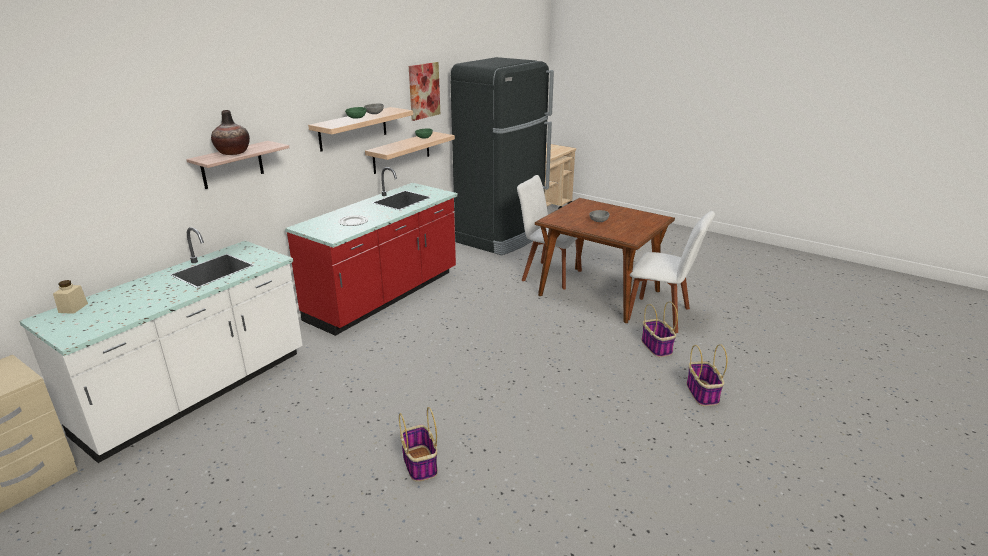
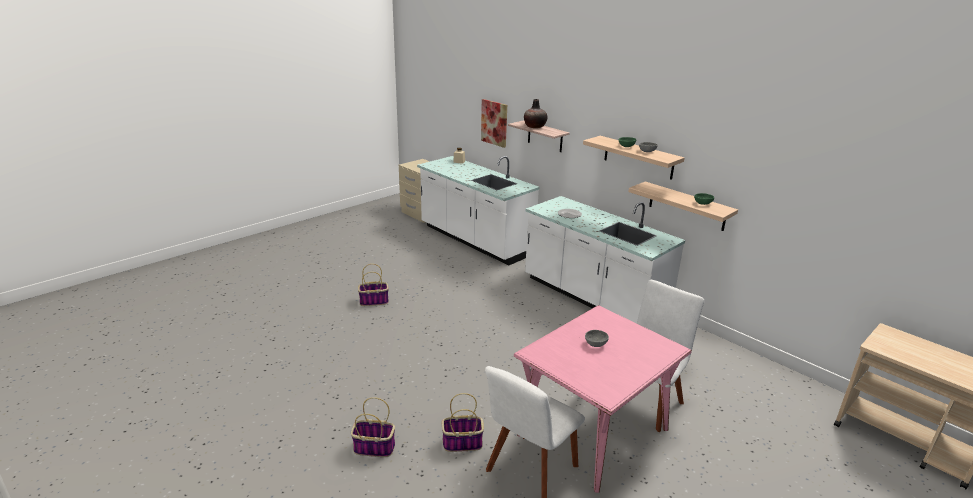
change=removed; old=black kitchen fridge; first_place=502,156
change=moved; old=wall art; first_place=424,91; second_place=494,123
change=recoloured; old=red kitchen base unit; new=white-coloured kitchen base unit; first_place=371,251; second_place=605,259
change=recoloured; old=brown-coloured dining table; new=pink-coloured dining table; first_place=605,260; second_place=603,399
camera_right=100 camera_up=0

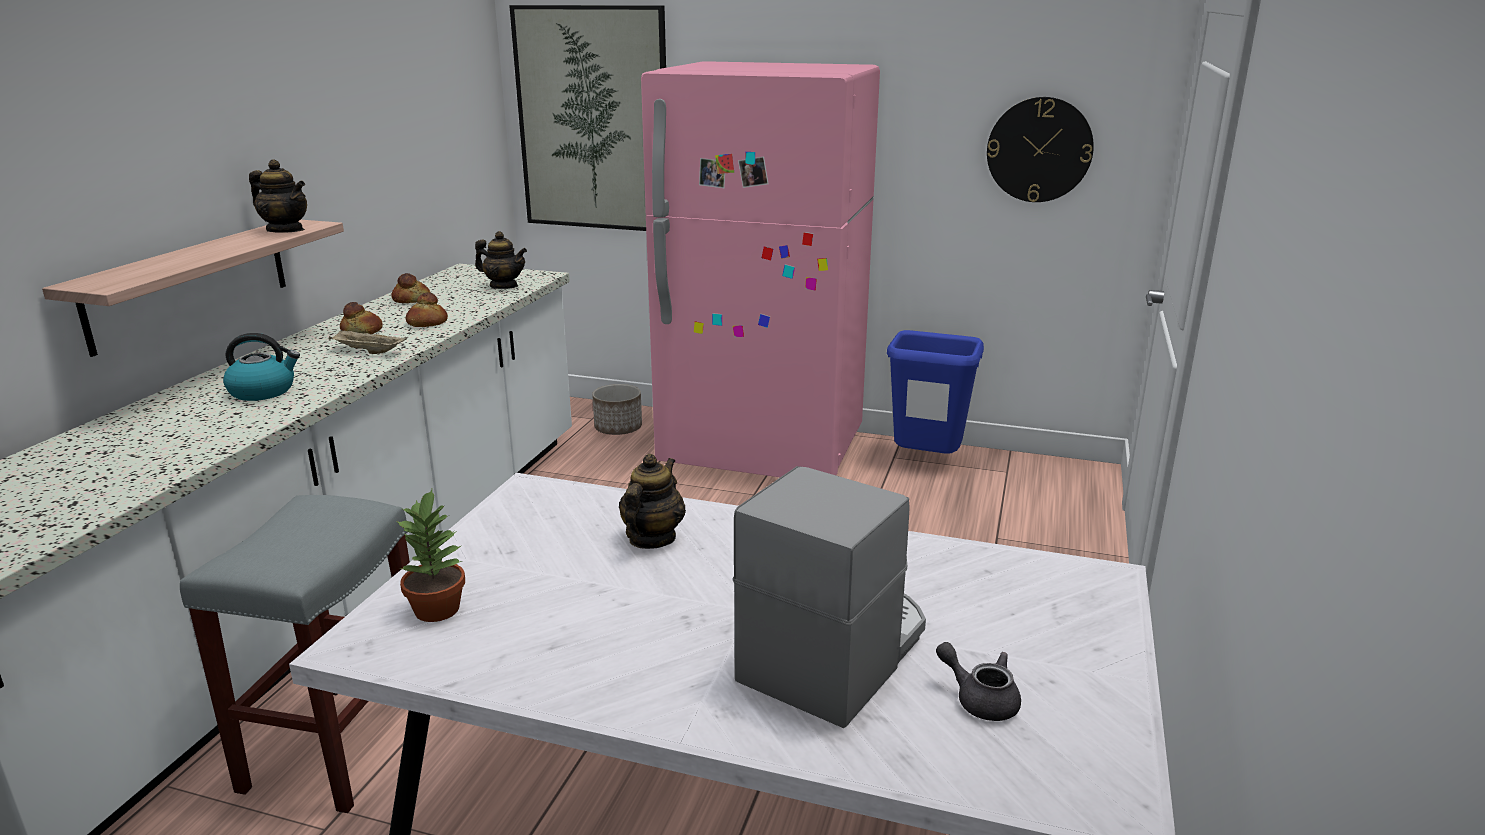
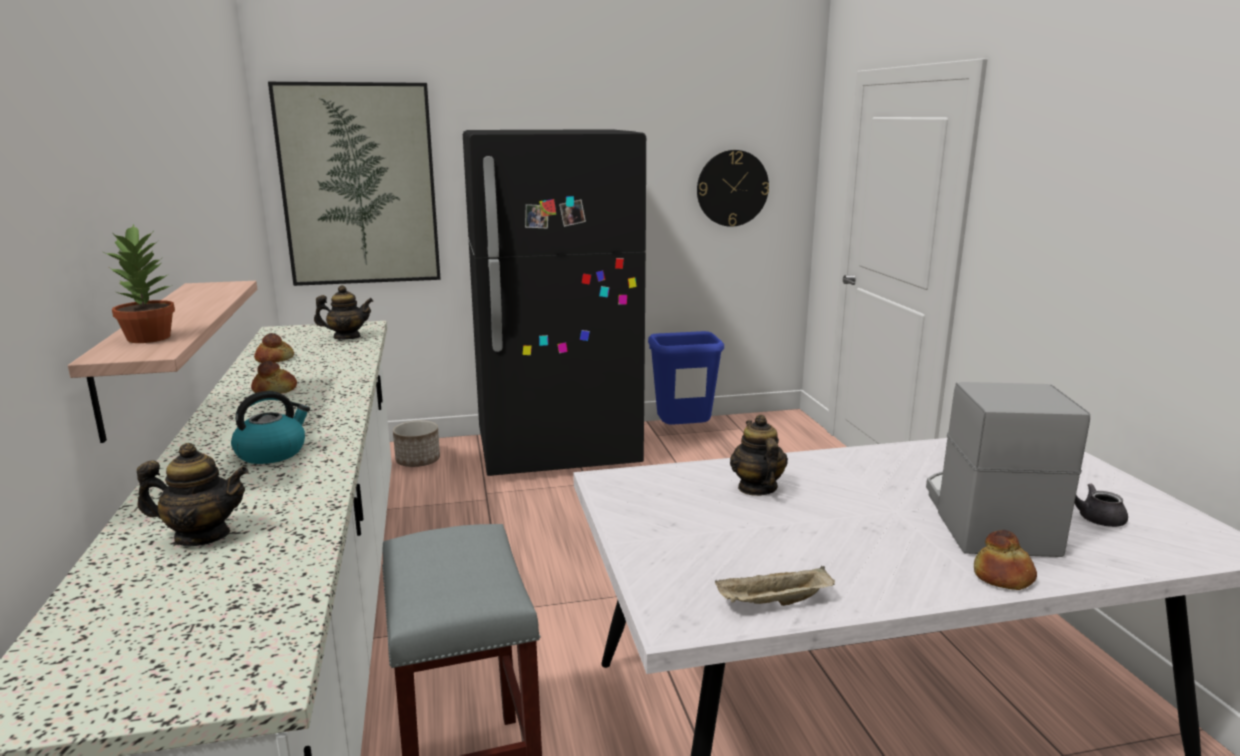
change=moved; old=teapot; first_place=278,196; second_place=193,494
change=moved; old=beige-coloured tray; first_place=367,342; second_place=775,586
change=moved; old=potted plant; first_place=430,555; second_place=139,283
change=moved; old=baked bread; first_place=427,309; second_place=1005,560
change=recoloured; old=pink-coloured kitchen fridge; new=black kitchen fridge; first_place=760,269; second_place=554,302
camera_right=-30 camera_up=-5

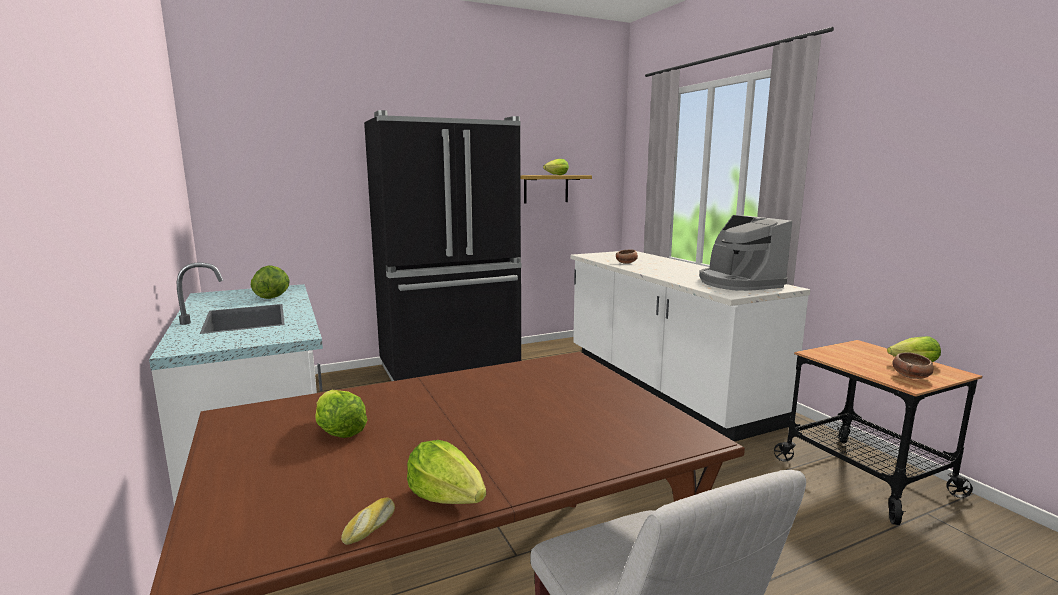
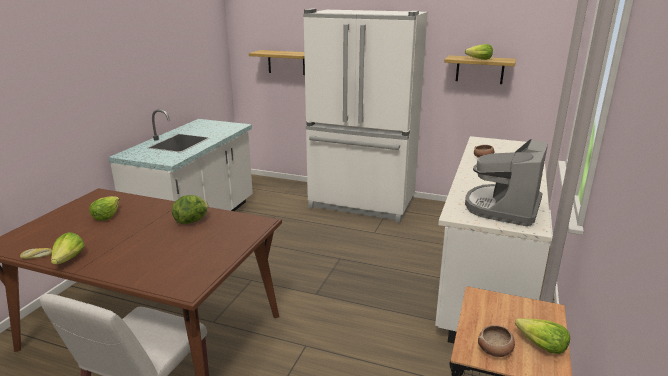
change=added; new=wall shelf; second_place=277,62
change=moved; old=head of lettuce; first_place=270,282; second_place=190,209
change=recoloured; old=black kitchen fridge; new=white-coloured kitchen fridge; first_place=442,245; second_place=365,116
camera_right=45 camera_up=10

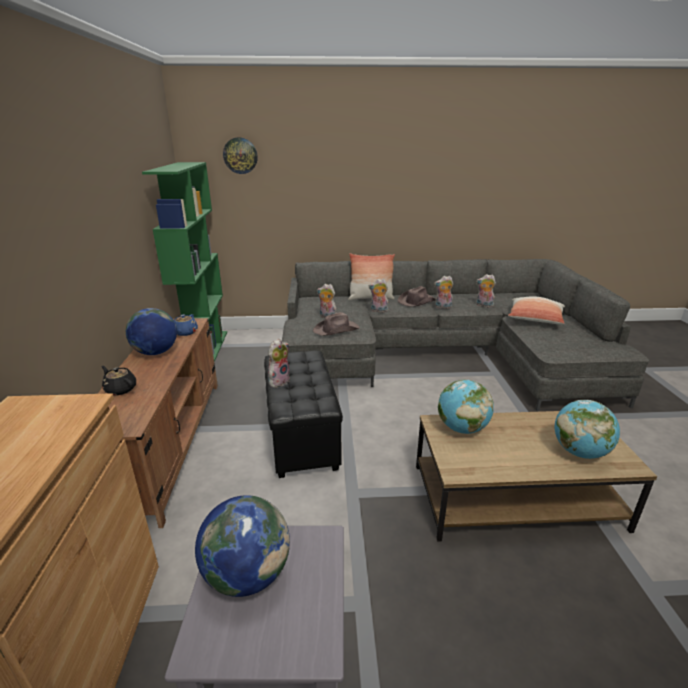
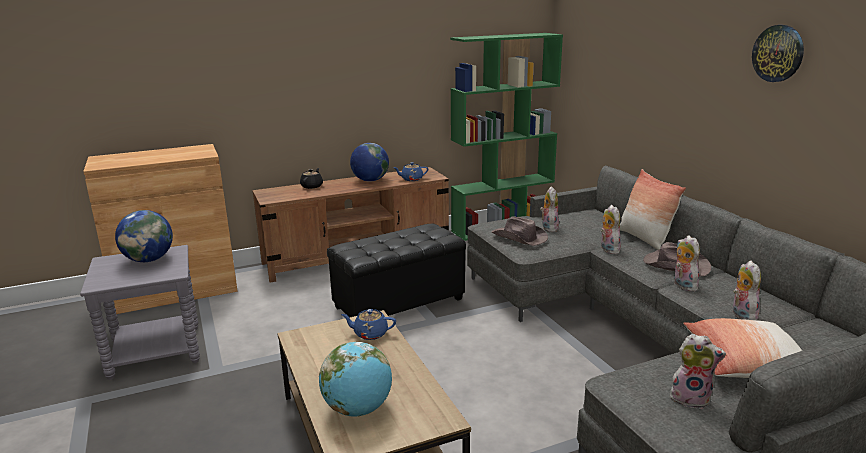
change=moved; old=hanging clock; first_place=240,155; second_place=778,53
change=moved; old=cuddly toy; first_place=279,363; second_place=698,371
change=replaced; old=world globe; new=bluish teapot; first_place=466,406; second_place=368,324
camera_right=70 camera_up=-5

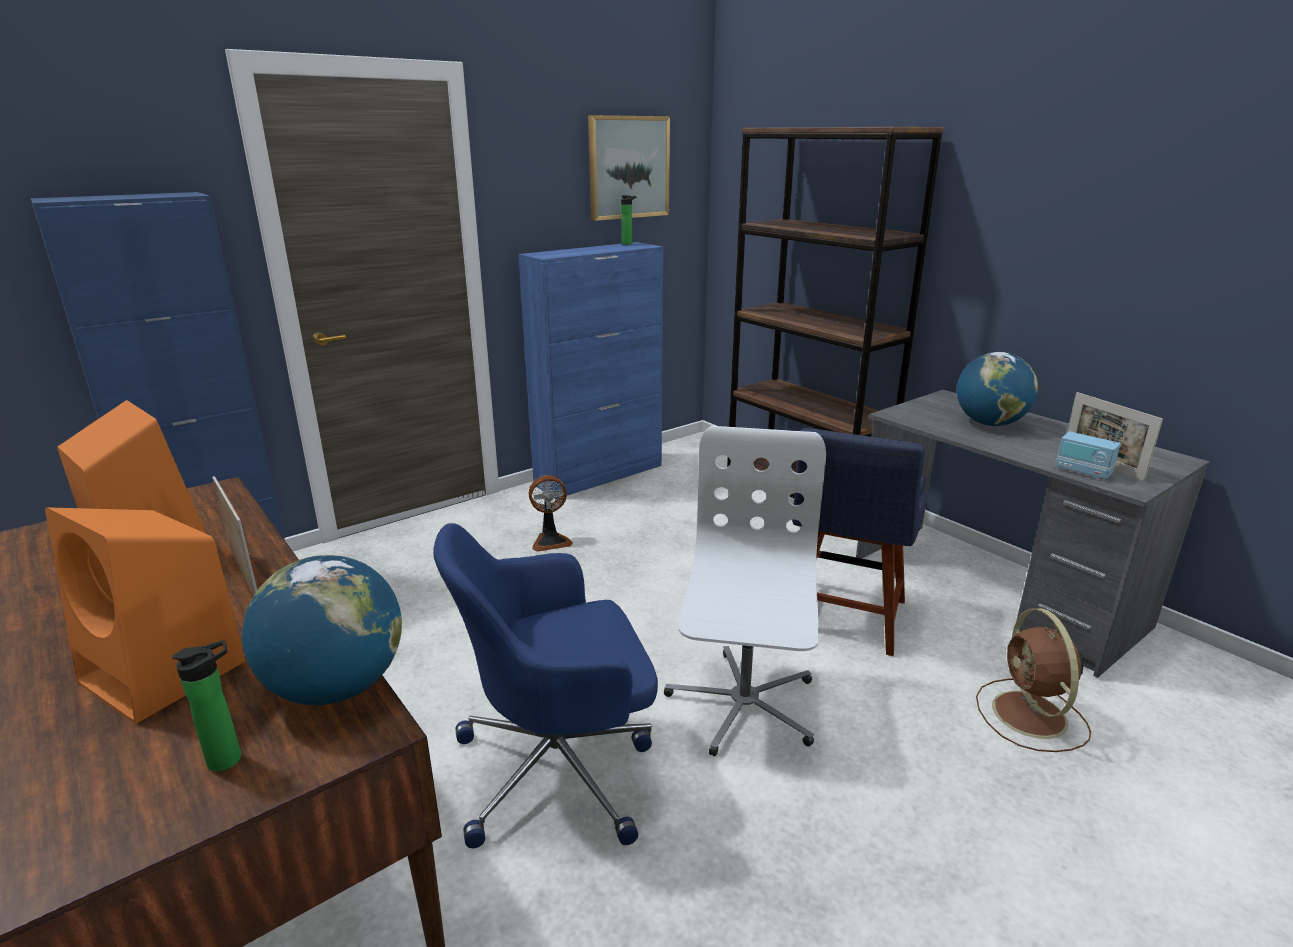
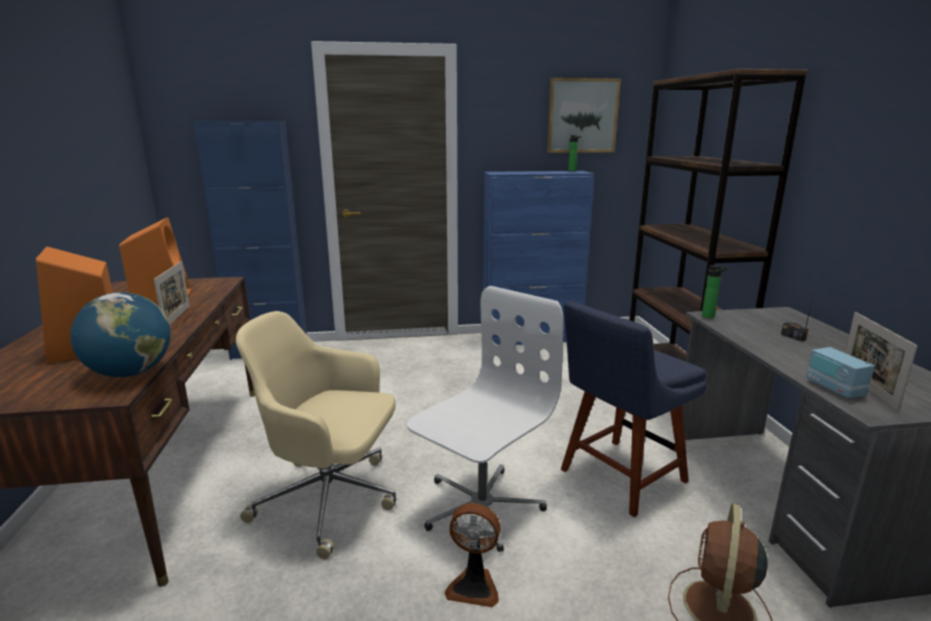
change=moved; old=bottle; first_place=206,706; second_place=715,291
change=moved; old=electric fan; first_place=550,513; second_place=472,555
change=replaced; old=world globe; new=radio receiver; first_place=997,389; second_place=798,314
change=recoloured; old=bluish computer chair; new=beige-coloured computer chair; first_place=545,685; second_place=316,435
camera_right=30 camera_up=-5

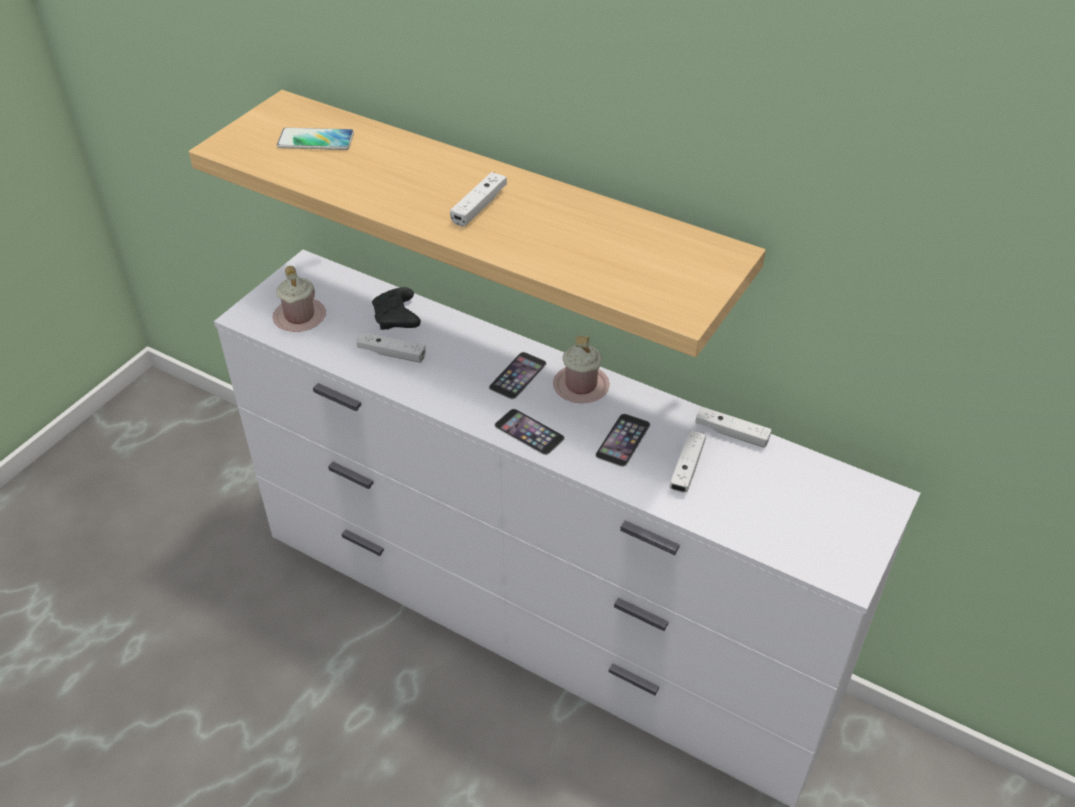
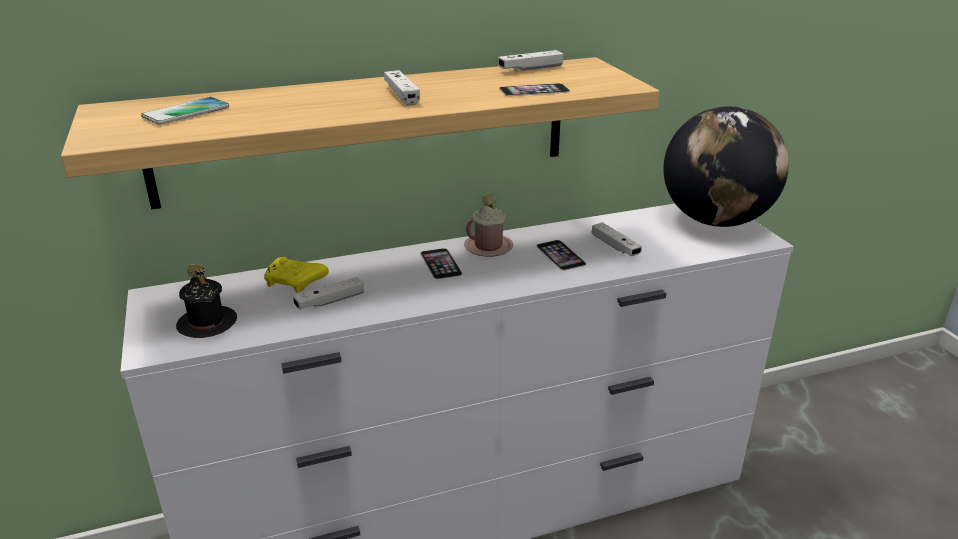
change=added; new=world globe; second_place=726,166
change=moved; old=phone; first_place=529,432; second_place=534,89
change=moved; old=white-coloured game controller; first_place=733,427; second_place=531,60
change=recoloured; old=pink-coloured tea mug; new=black tea mug; first_place=299,299; second_place=206,301
change=recoloured; old=black game controller; new=yellowish game controller; first_place=396,308; second_place=296,275
camera_right=-50 camera_up=-15

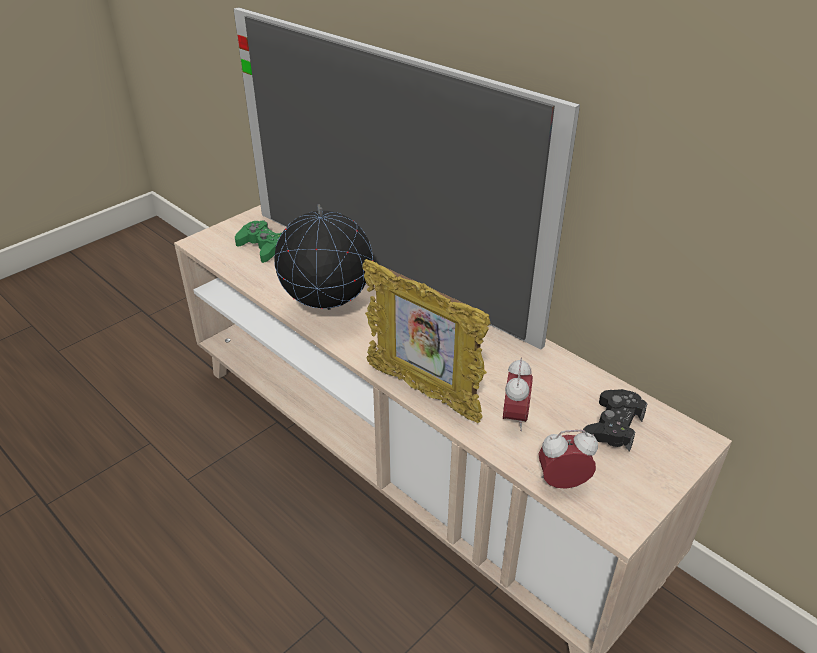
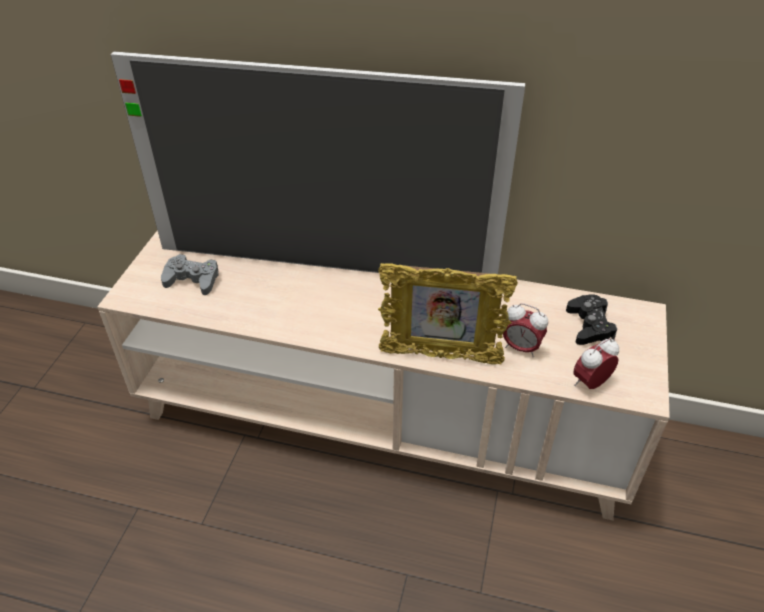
change=removed; old=world globe; first_place=323,257
change=recoloured; old=green game controller; new=greyish game controller; first_place=258,242; second_place=190,274
change=turned; old=table clock; first_place=518,394; second_place=525,330; degrees=135
camera_right=-30 camera_up=5

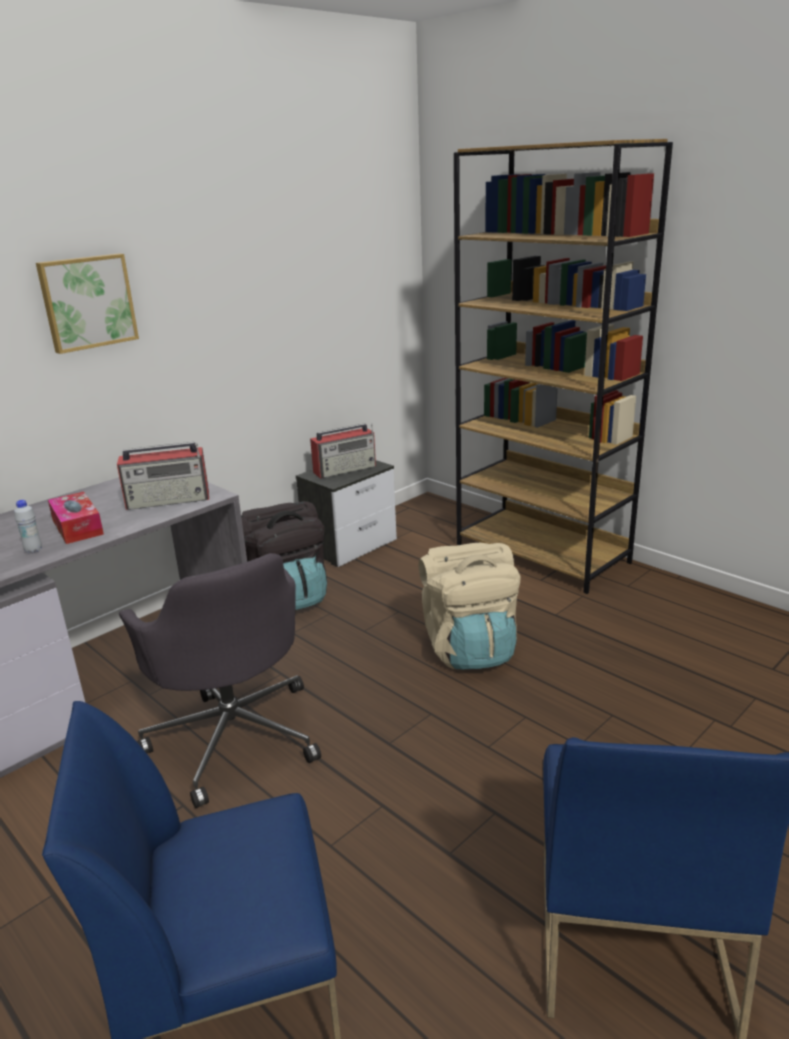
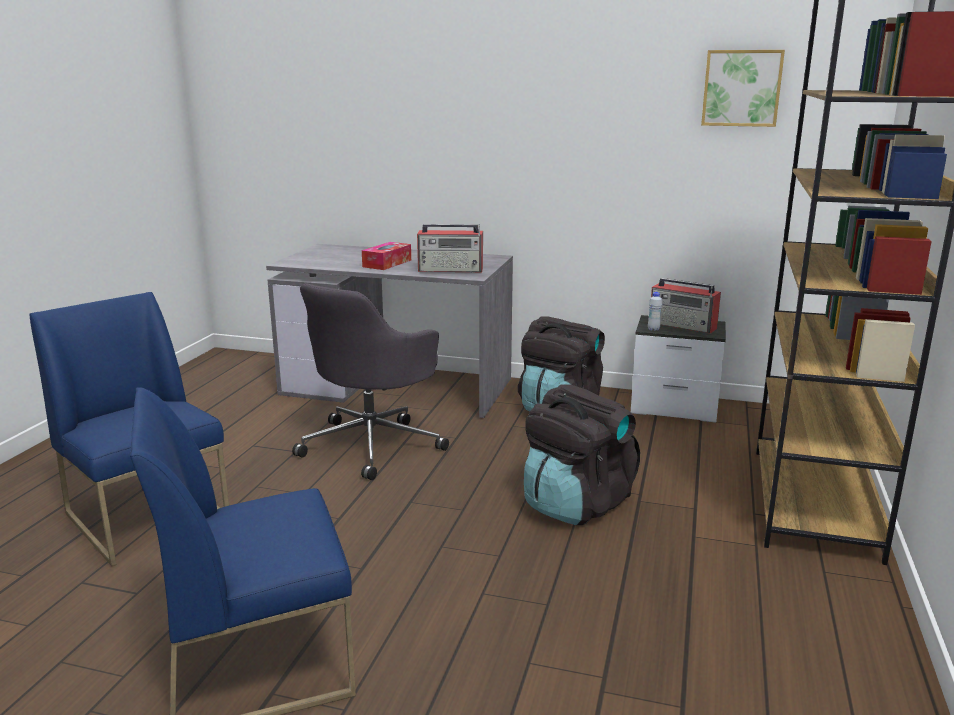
change=moved; old=white-coloured bottle; first_place=28,526; second_place=655,311
change=moved; old=wall art; first_place=87,303; second_place=743,88
change=recoloured; old=beige-coloured rucksack; new=black rucksack; first_place=470,606; second_place=582,454
change=turned; old=radio receiver; first_place=163,476; second_place=450,248; degrees=-45
camera_right=60 camera_up=-5

